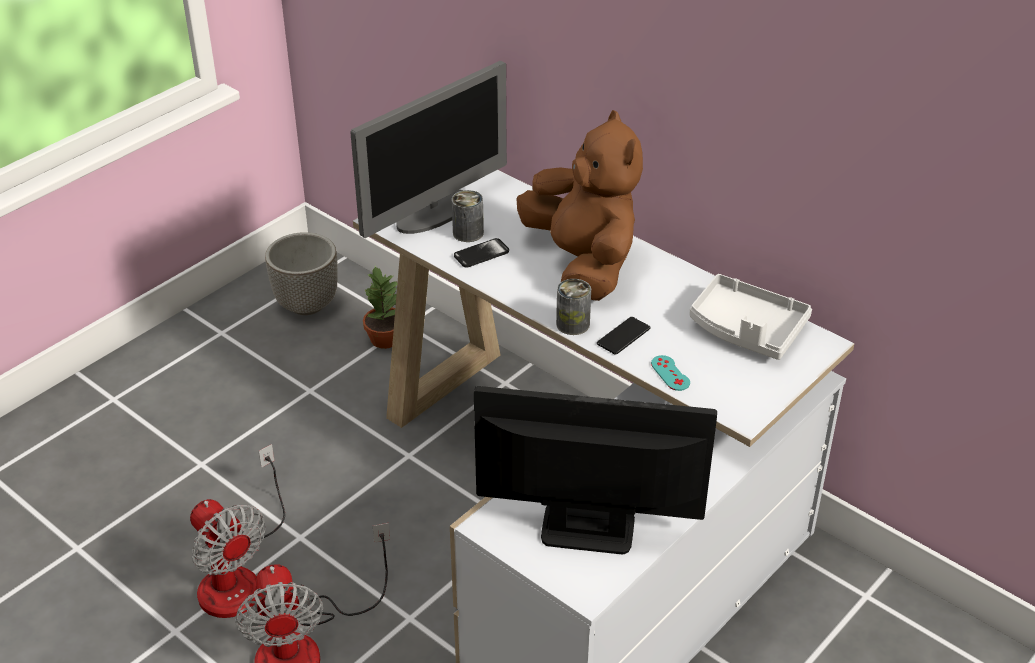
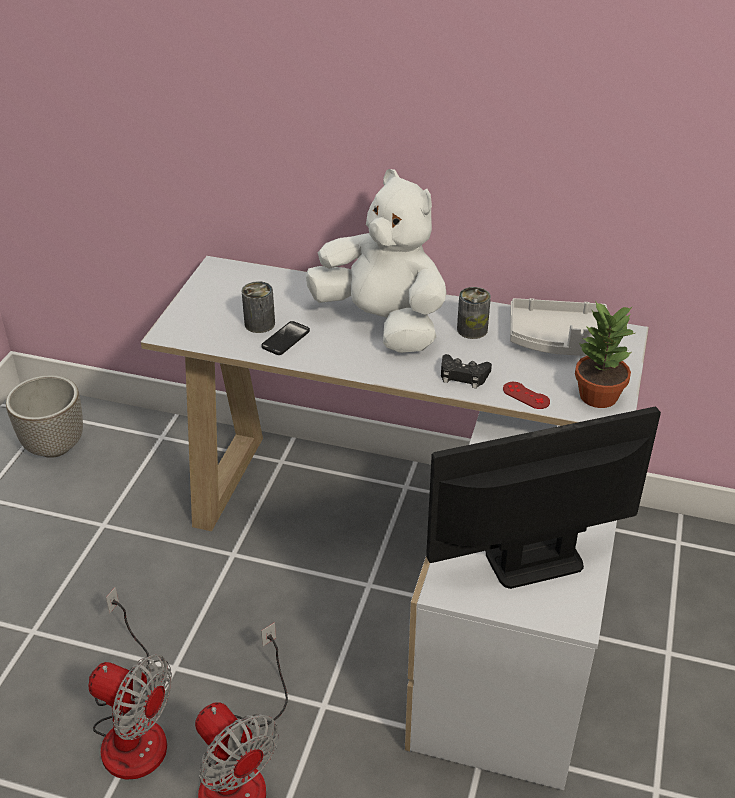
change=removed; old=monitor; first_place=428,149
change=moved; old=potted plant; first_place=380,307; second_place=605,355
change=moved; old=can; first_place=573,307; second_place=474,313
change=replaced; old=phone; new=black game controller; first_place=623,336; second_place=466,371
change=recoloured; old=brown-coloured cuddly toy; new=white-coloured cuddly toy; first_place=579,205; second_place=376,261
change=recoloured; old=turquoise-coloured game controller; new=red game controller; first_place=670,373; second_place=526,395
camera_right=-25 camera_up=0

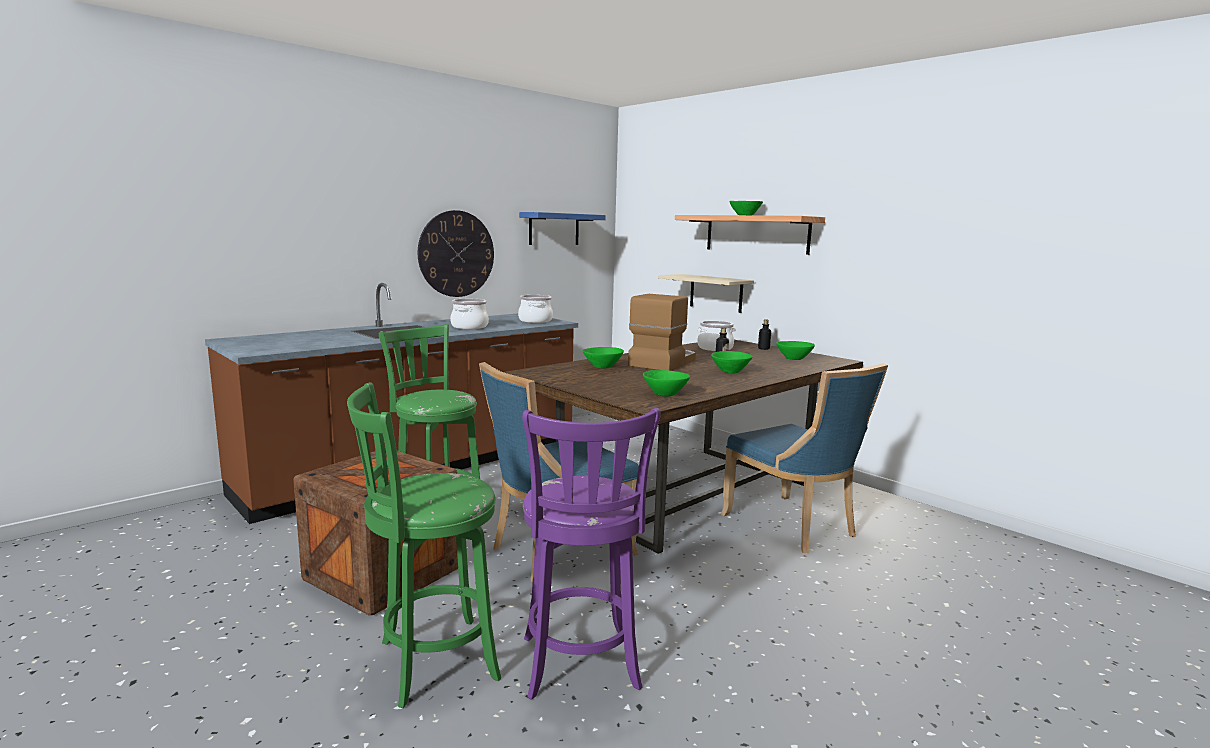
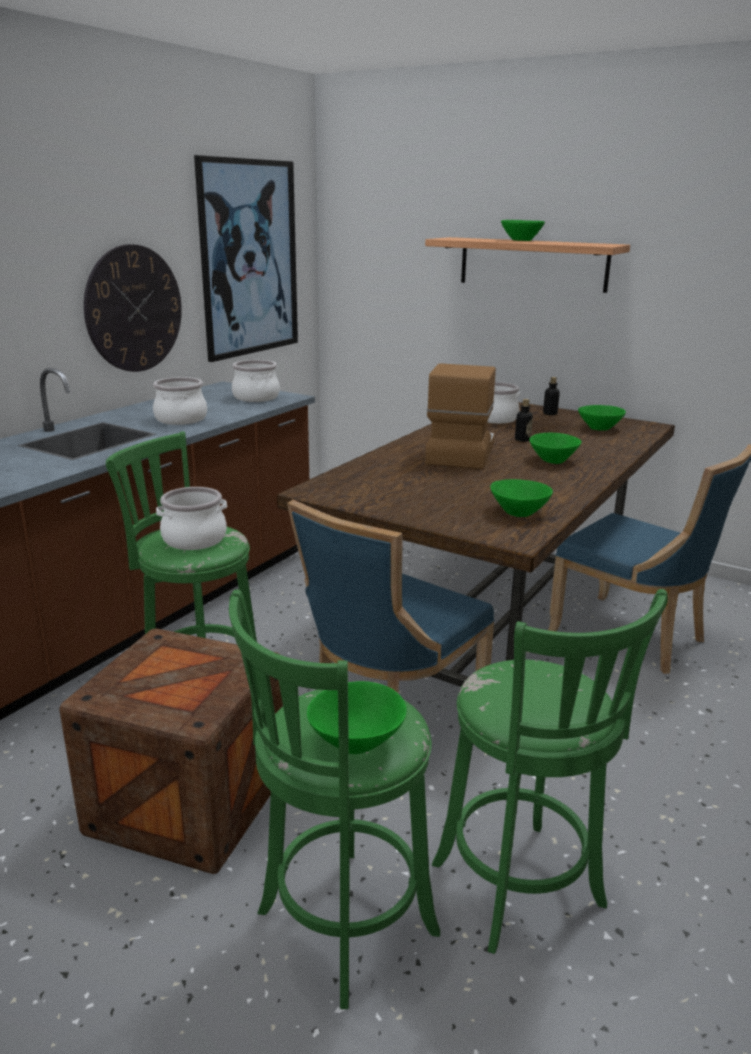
change=removed; old=beige-coloured wall shelf; first_place=706,293
change=added; new=cooking pot; second_place=191,518
change=moved; old=green serving bowl; first_place=603,357; second_place=356,717
change=replaced; old=bluish wall shelf; new=wall art; first_place=562,228; second_place=246,258
change=recoloured; old=purplish stool seat; new=green stool seat; first_place=591,554; second_place=550,771
camera_right=-15 camera_up=10

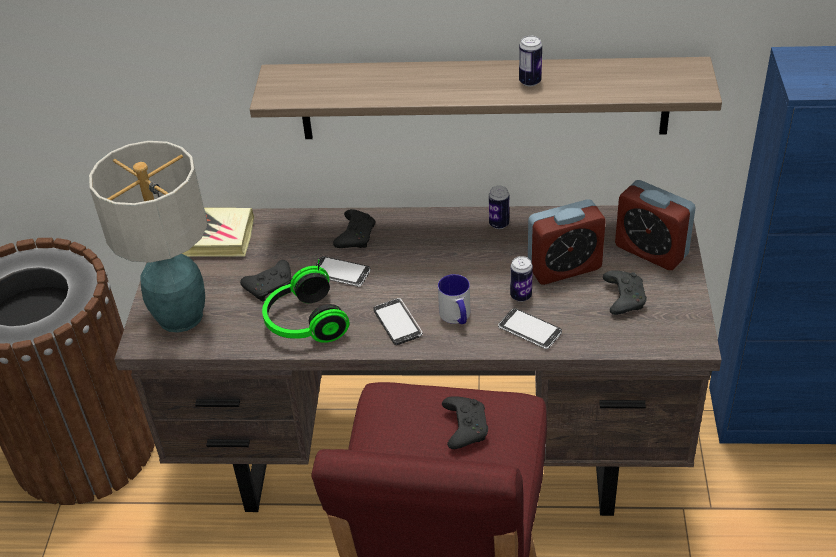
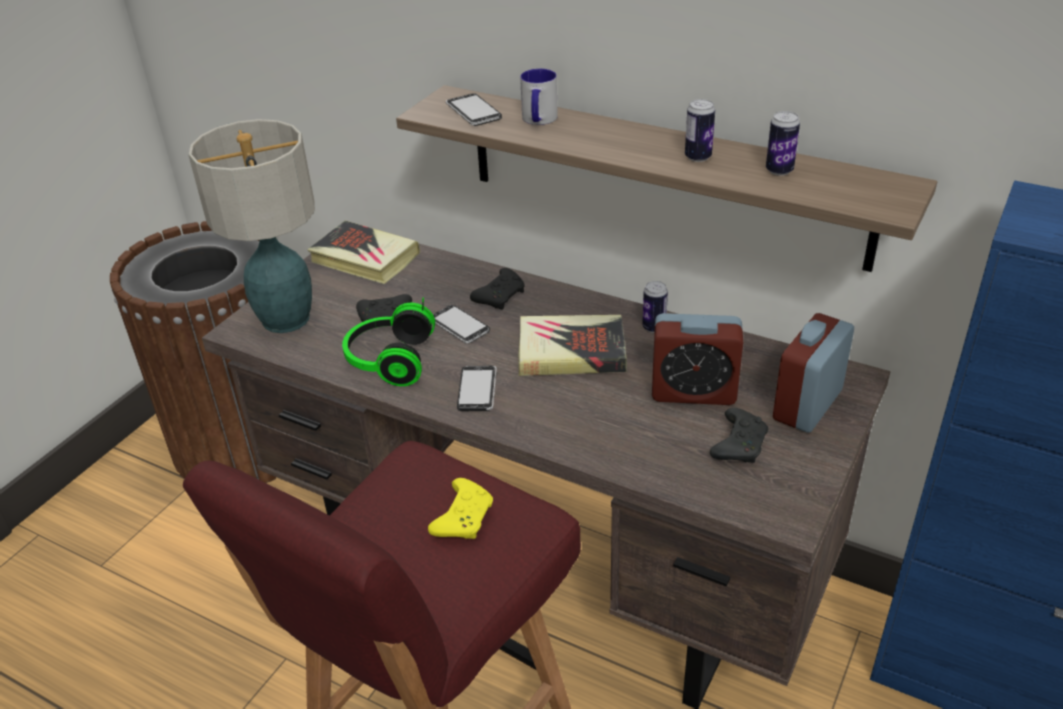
change=added; new=bound book; second_place=572,345
change=moved; old=tea mug; first_place=454,299; second_place=539,97
change=moved; old=phone; first_place=530,328; second_place=474,109
change=moved; old=can; first_place=521,279; second_place=783,143
change=recoloured; old=black game controller; new=yellowish game controller; first_place=465,422; second_place=460,508
change=turned; old=table clock; first_place=655,225; second_place=813,373; degrees=60
camera_right=25 camera_up=-5

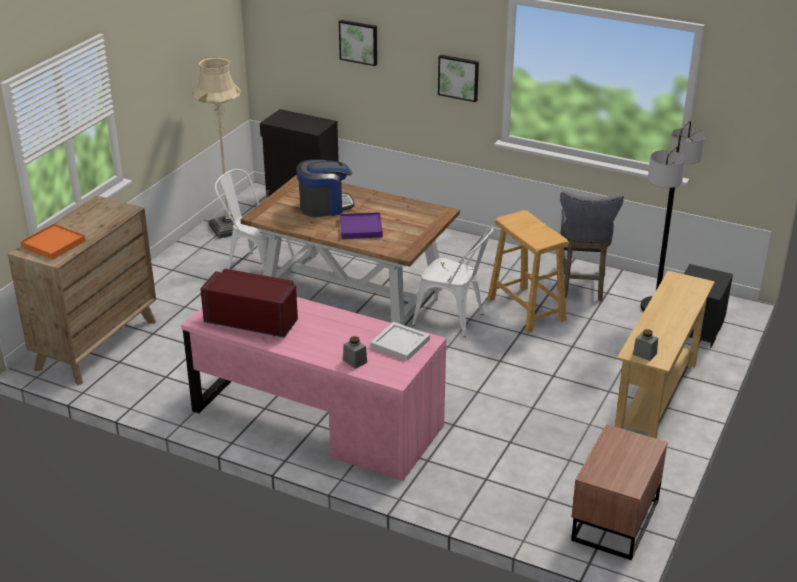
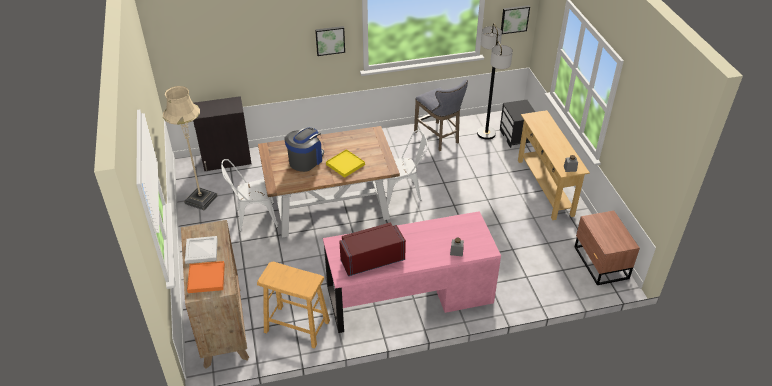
change=moved; old=wall art; first_place=358,43; second_place=515,19
change=moved; old=white-coloured tray; first_place=400,341; second_place=201,250
change=moved; old=beige-coloured stool seat; first_place=528,271; second_place=293,305
change=recoloured; old=purplish tray; new=yellowish tray; first_place=361,225; second_place=345,163
camera_right=-40 camera_up=10

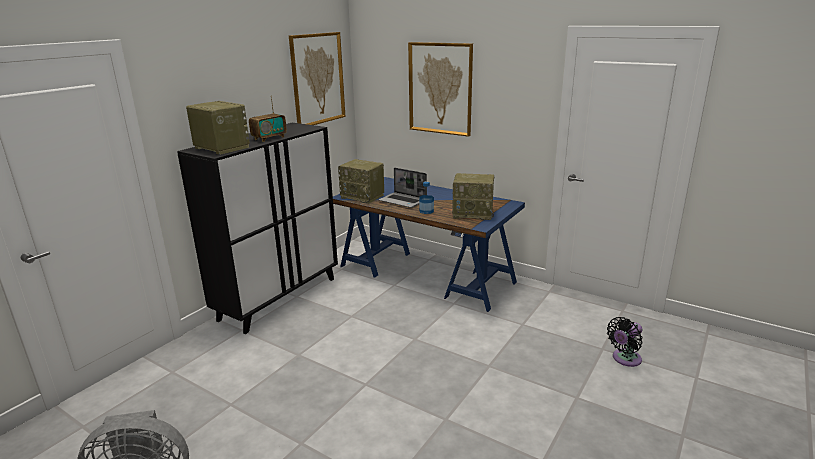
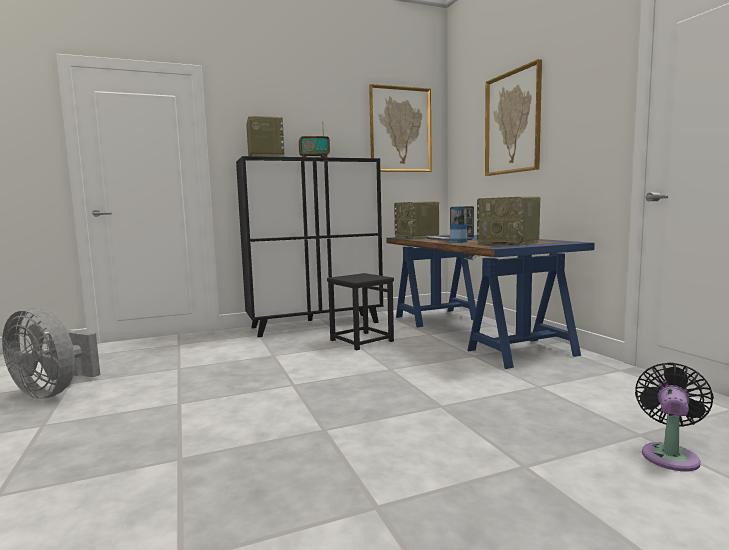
change=added; new=black stool seat; second_place=360,311
change=turned; old=black electric fan; first_place=624,342; second_place=674,416; degrees=120
camera_right=35 camera_up=-15

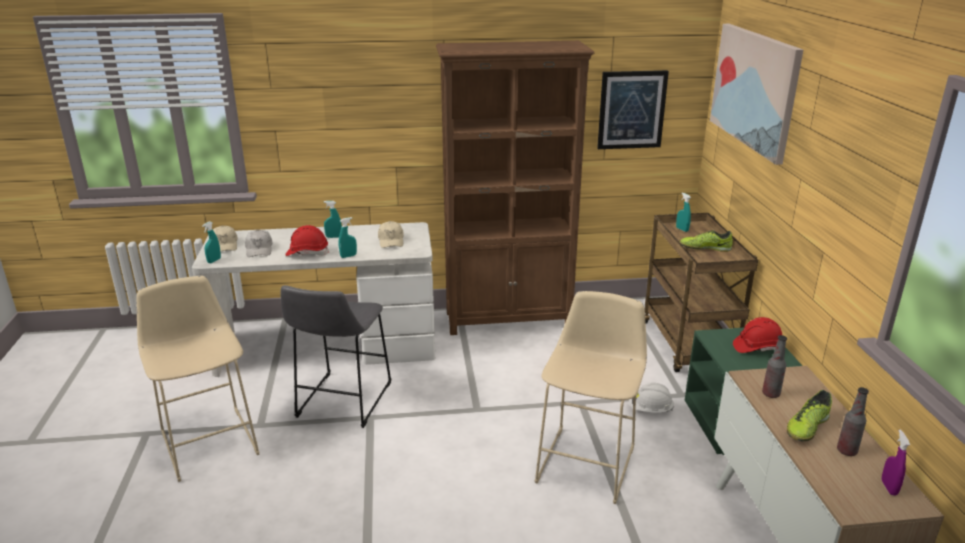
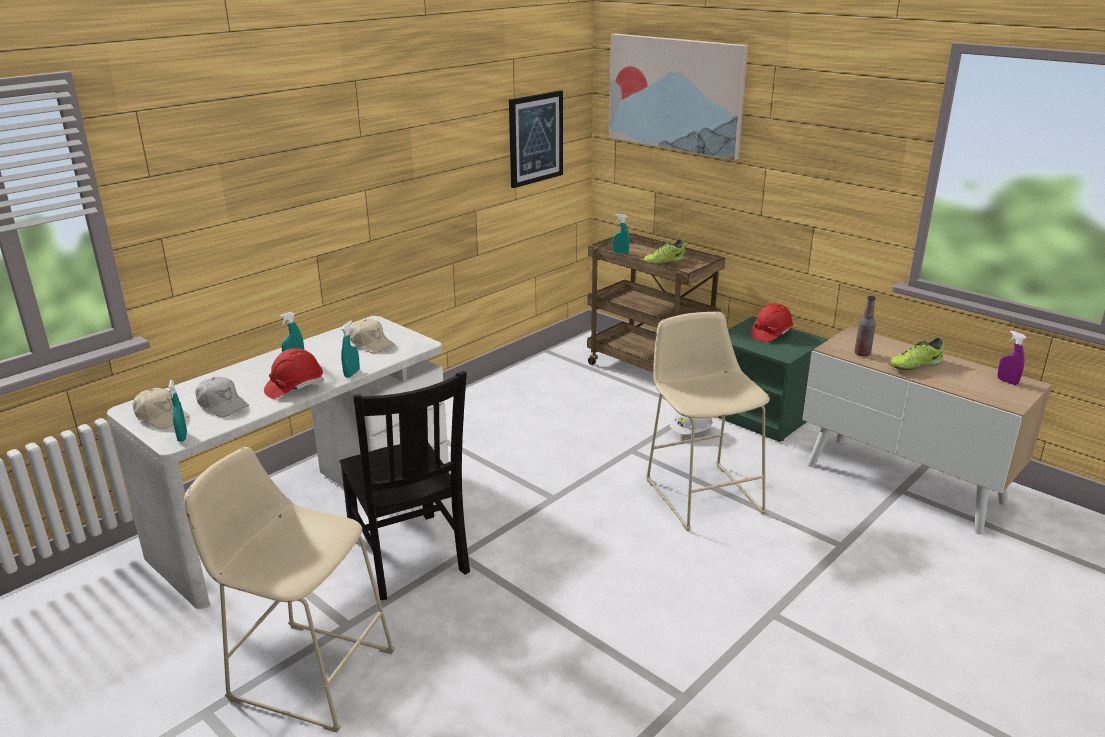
change=removed; old=brown-coloured shelving unit; first_place=515,188
change=removed; old=bottle; first_place=853,421
change=replaced; old=greyish stool seat; new=black chair; first_place=336,356; second_place=404,485
change=turned; old=low shoe; first_place=809,415; second_place=916,354; degrees=60
camera_right=-40 camera_up=0

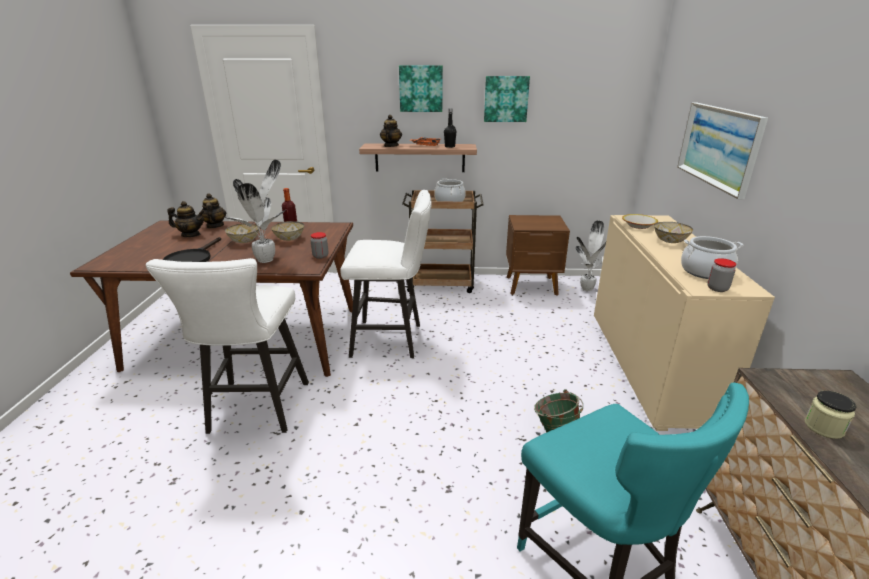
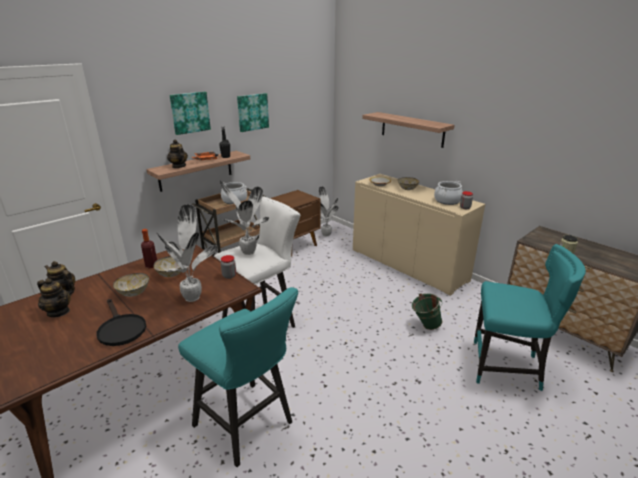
change=added; new=potted plant; second_place=244,218
change=replaced; old=wall art; new=wall shelf; first_place=722,151; second_place=408,130
change=recoloured; old=white-coloured stool seat; new=turquoise-coloured stool seat; first_place=227,346; second_place=238,377
change=turned; old=teapot; first_place=186,219; second_place=54,297; degrees=75
camera_right=-45 camera_up=0

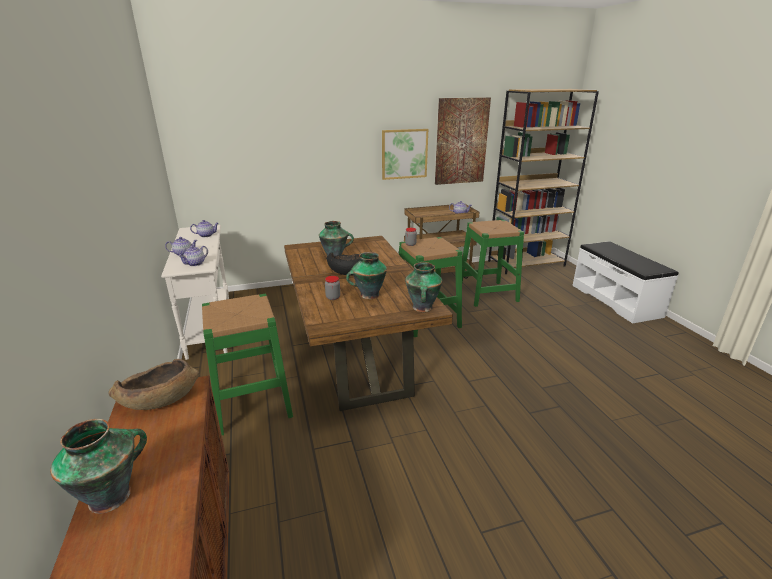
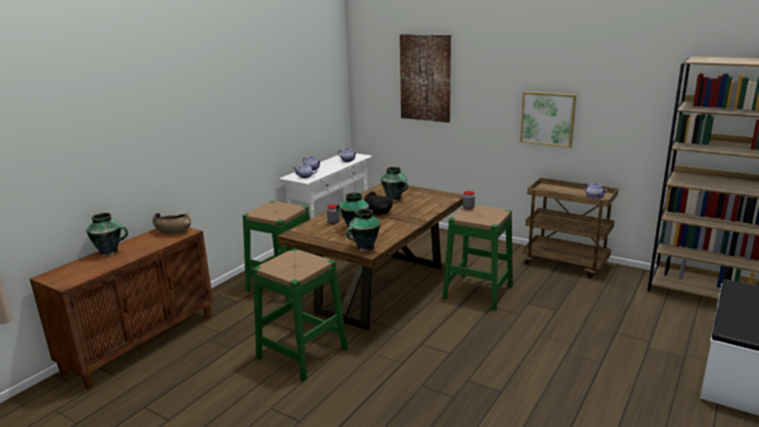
change=moved; old=wall art; first_place=463,141; second_place=425,78
change=moved; old=green stool seat; first_place=493,263; second_place=300,315
camera_right=50 camera_up=-5

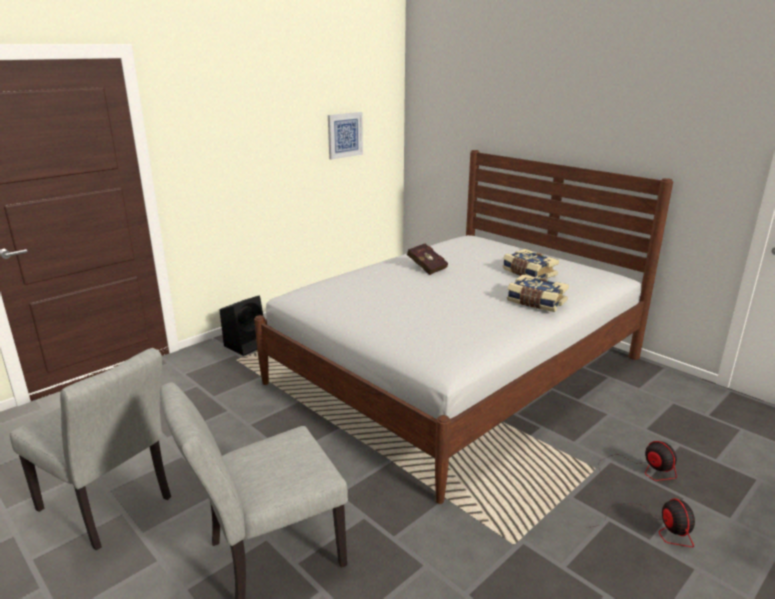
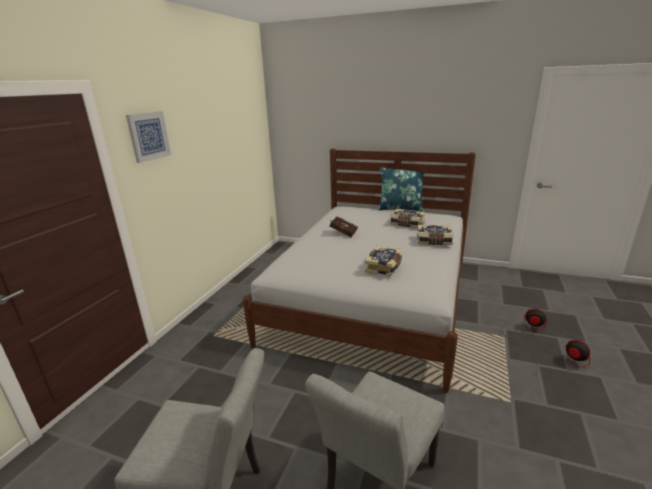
change=removed; old=black speaker; first_place=241,326
change=added; new=bound book; second_place=383,261
change=added; new=bluish throw pillow; second_place=401,189
change=moved; old=wall art; first_place=345,136; second_place=148,137
camera_right=-25 camera_up=0

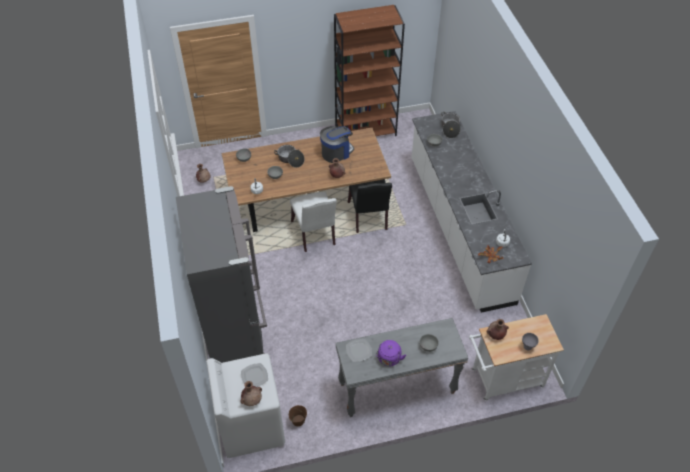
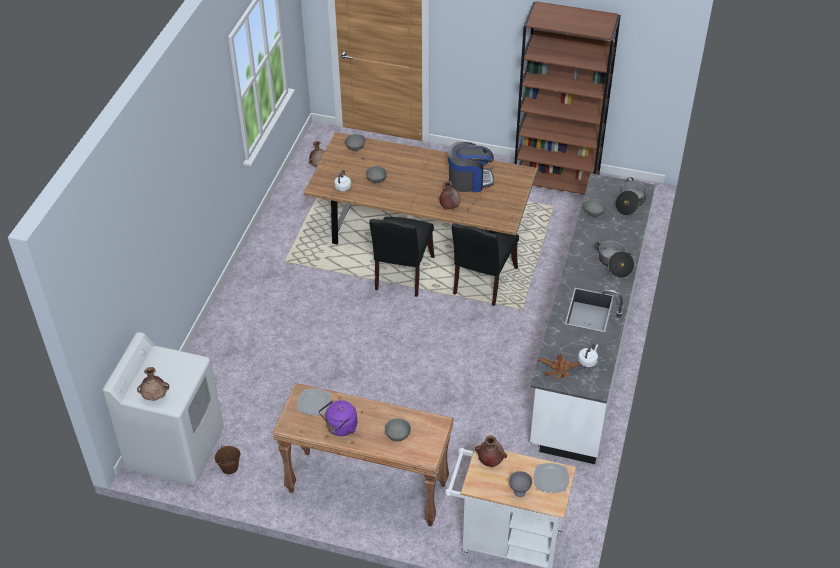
change=removed; old=greyish kitchen fridge; first_place=221,274
change=moved; old=flat dish; first_place=254,375; second_place=551,478
change=moved; old=cooking pot; first_place=289,156; second_place=614,259
change=recoloured; old=white-coloured chair; new=black chair; first_place=313,222; second_place=402,257
change=recoloured; old=greyish hall table; new=brown-coloured hall table; first_place=402,367; second_place=363,455
camera_right=30 camera_up=-5

